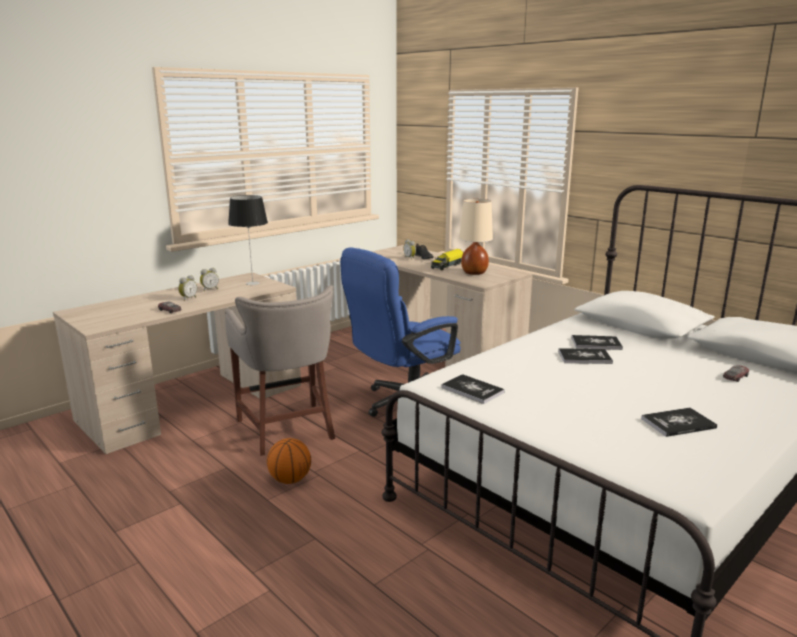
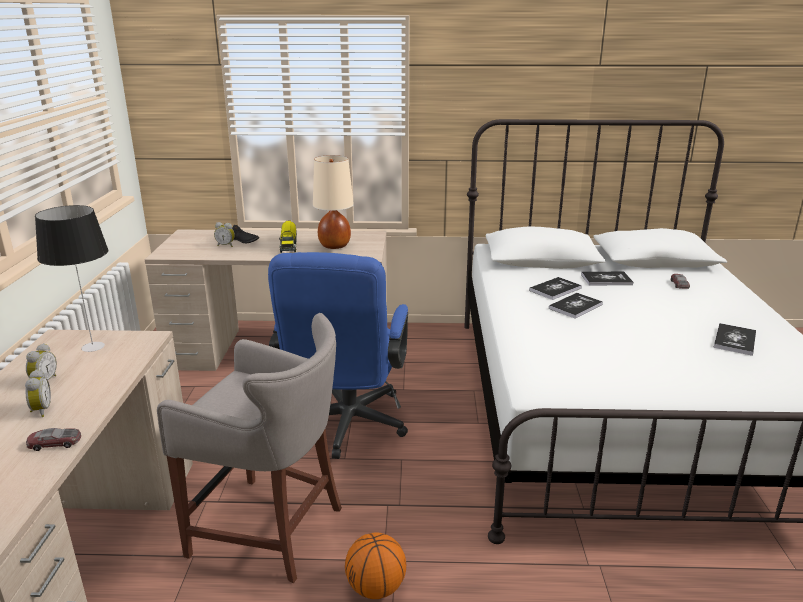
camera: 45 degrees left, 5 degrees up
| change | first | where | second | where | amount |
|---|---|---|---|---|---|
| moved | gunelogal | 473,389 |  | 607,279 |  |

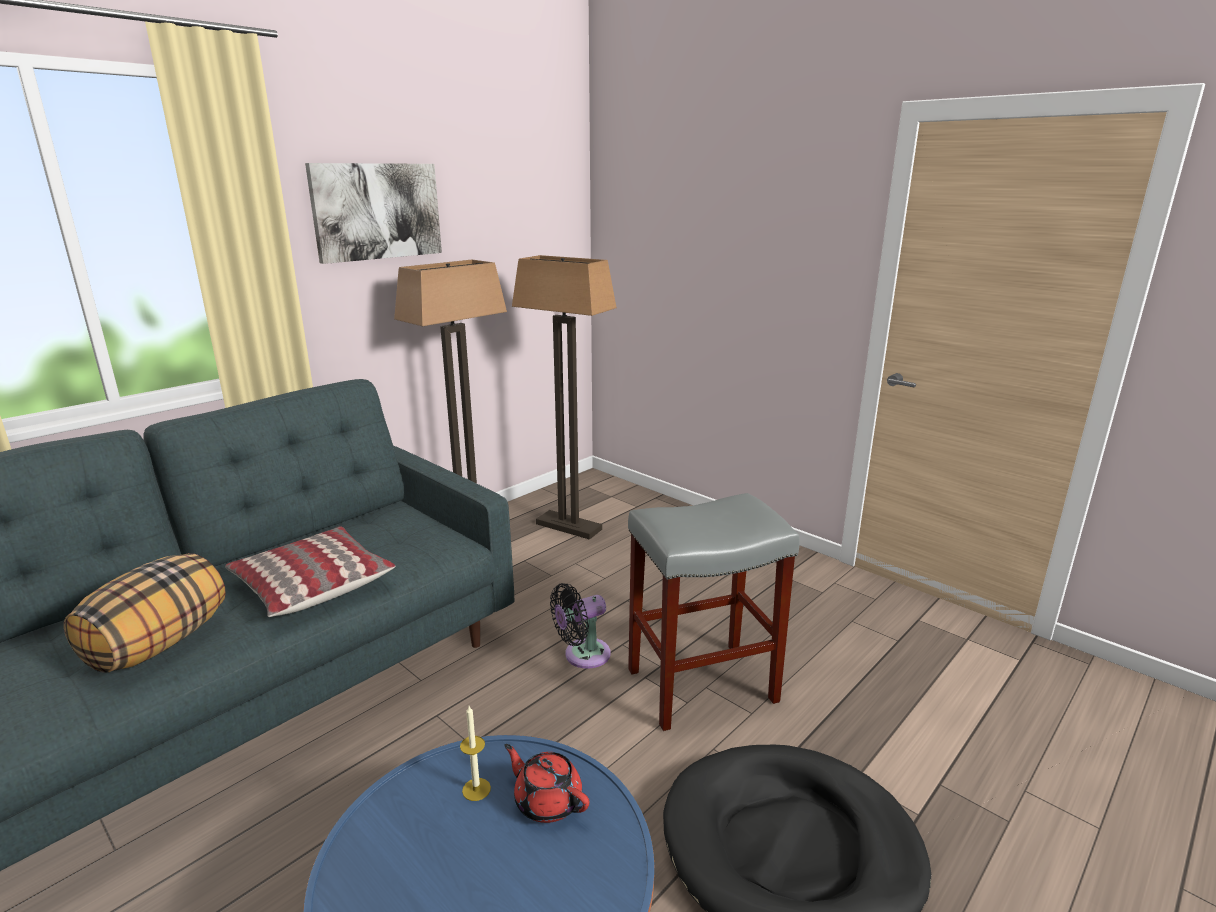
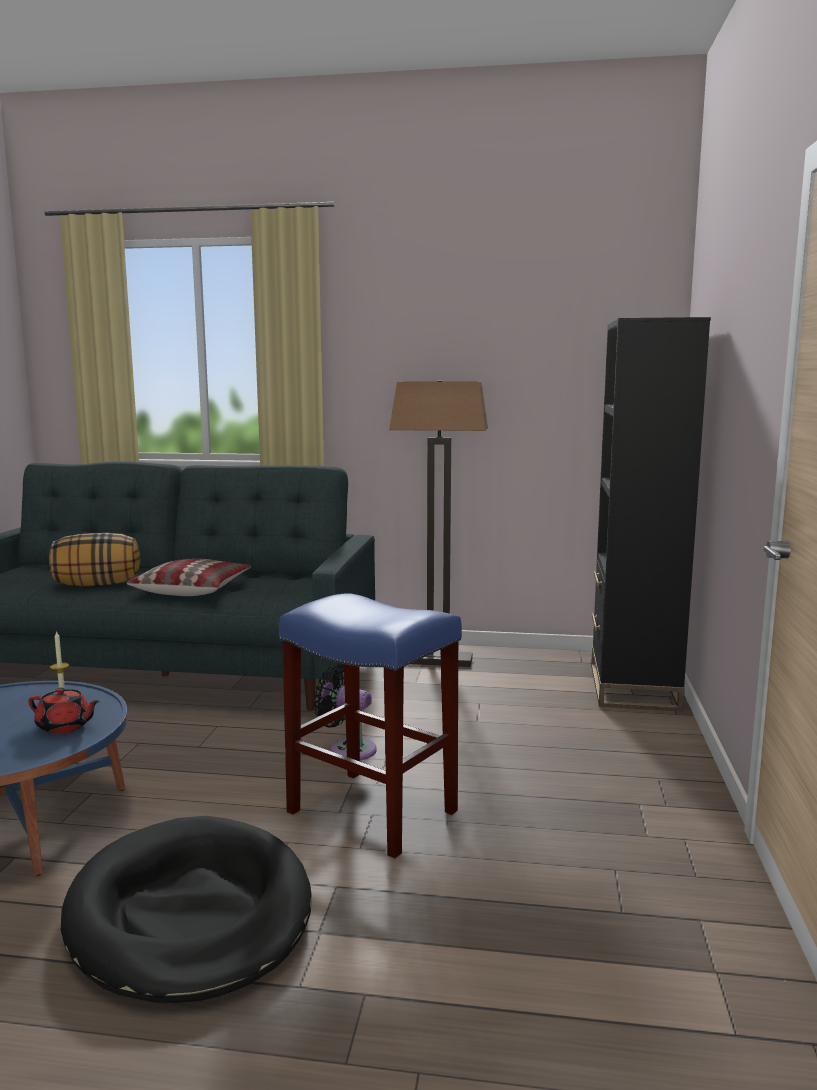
camera: 55 degrees right, 10 degrees down
| change | first | where | second | where | amount |
|---|---|---|---|---|---|
| removed | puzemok | 373,213 |  |  |  |
| removed | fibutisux | 564,397 |  |  |  |
| added |  |  | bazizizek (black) | 651,514 |  |
| recoloured | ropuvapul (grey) | 714,612 | ropuvapul (blue) | 370,725 |  |
| turned | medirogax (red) | 547,783 |  | 64,710 | 105 degrees clockwise |

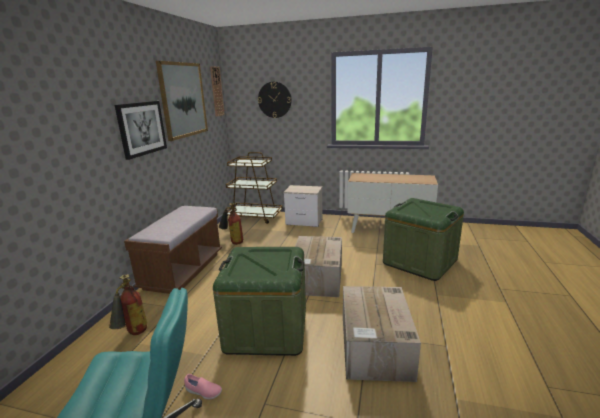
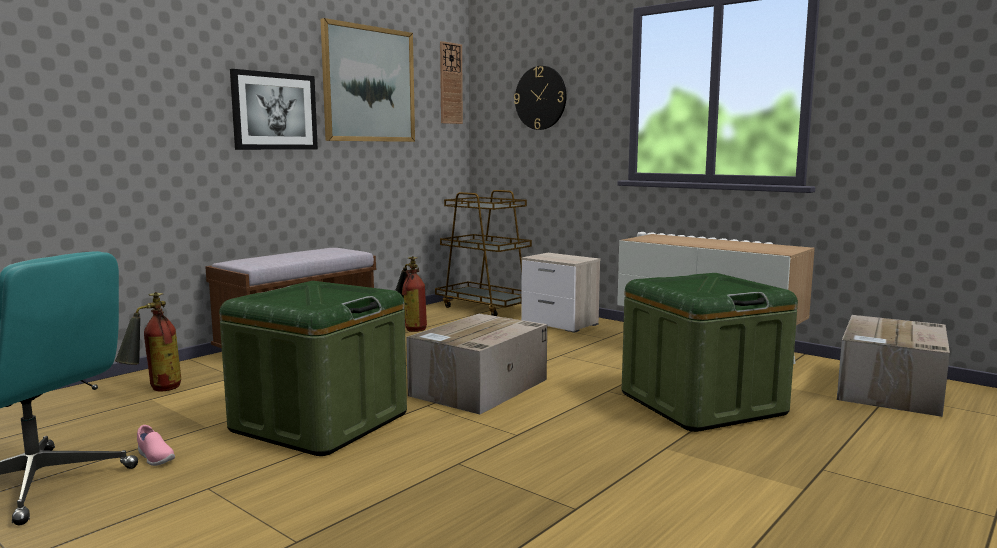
camera: 25 degrees right, 10 degrees down
| change | first | where | second | where | amount |
|---|---|---|---|---|---|
| moved | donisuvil | 382,334 |  | 893,366 |  |

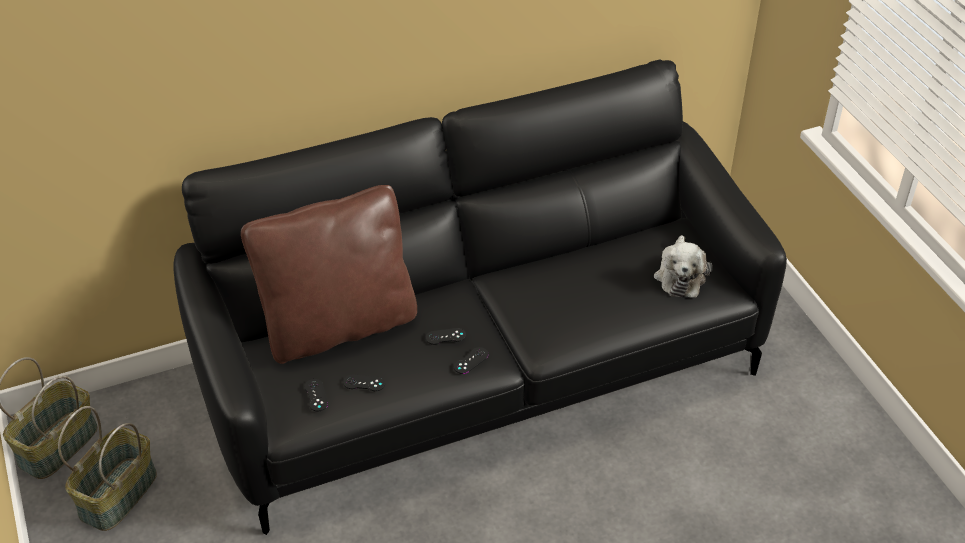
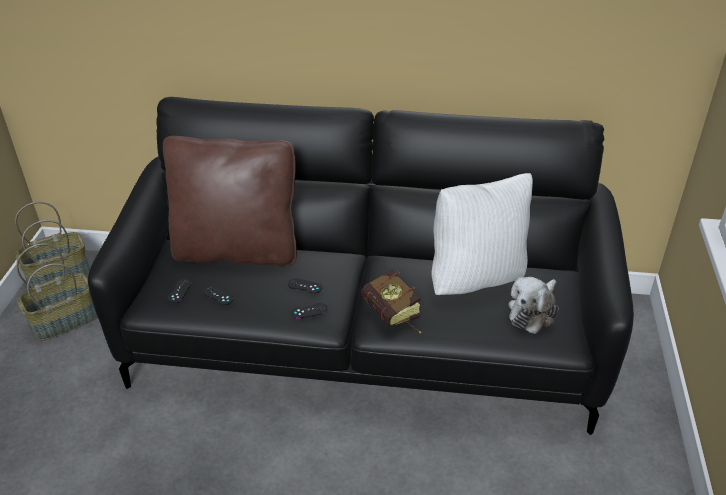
camera: 30 degrees right, 5 degrees down
| change | first | where | second | where | amount |
|---|---|---|---|---|---|
| added |  |  | gunelogal | 391,301 |  |
| added |  |  | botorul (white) | 482,234 |  |

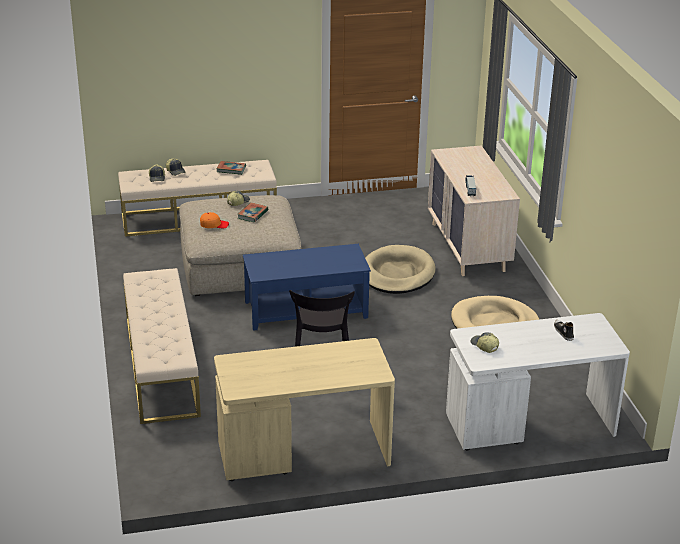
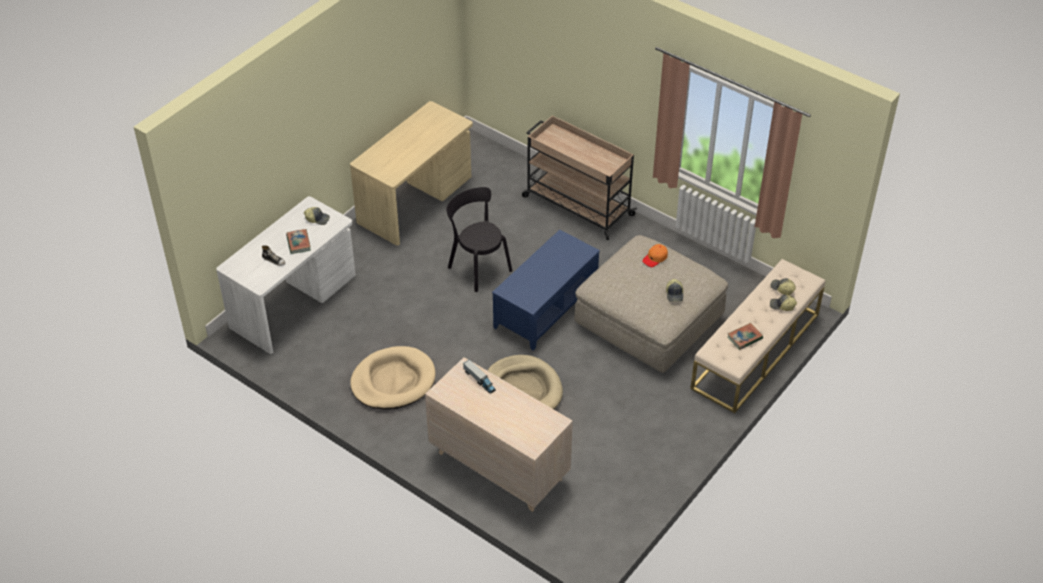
camera: 140 degrees right, 15 degrees up
| change | first | where | second | where | amount |
|---|---|---|---|---|---|
| moved | gunelogal | 253,212 |  | 298,241 |  |
| replaced | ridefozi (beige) | 162,346 | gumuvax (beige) | 579,177 |  |

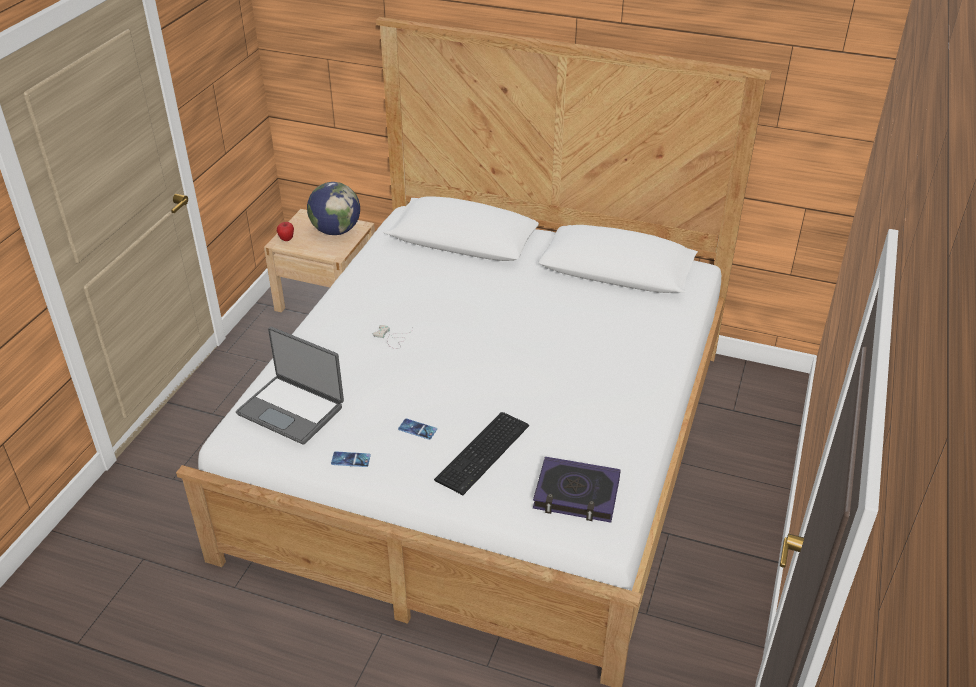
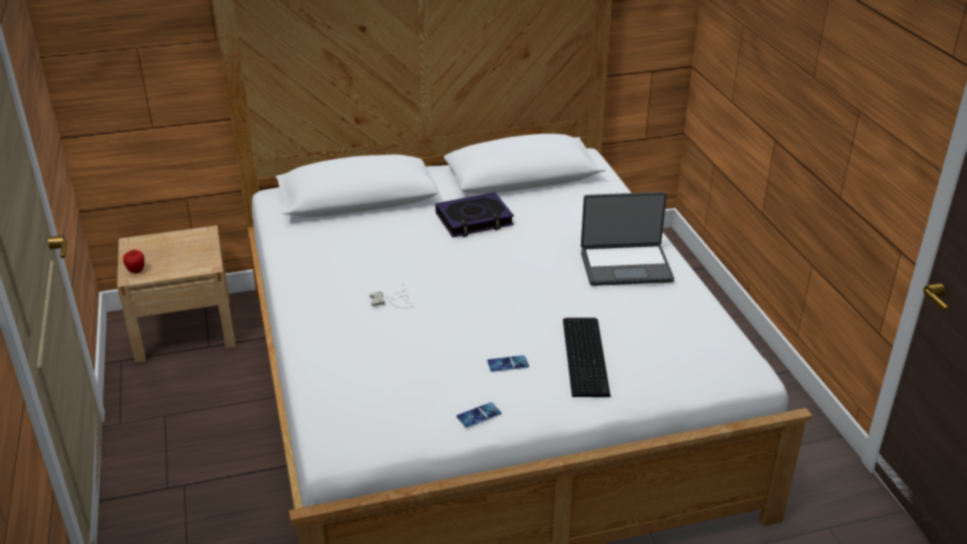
camera: 35 degrees left, 5 degrees down
| change | first | where | second | where | amount |
|---|---|---|---|---|---|
| removed | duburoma | 333,208 |  |  |  |
| moved | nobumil | 290,386 |  | 627,239 |  |
| moved | gunelogal | 577,490 |  | 474,214 |  |

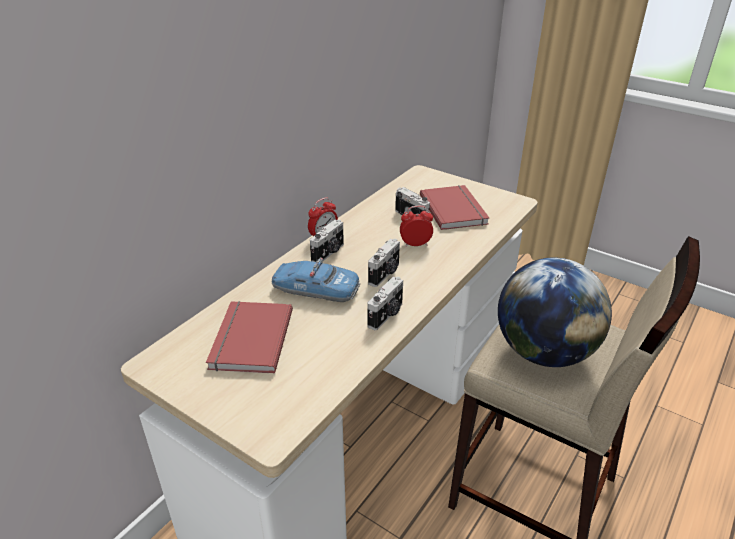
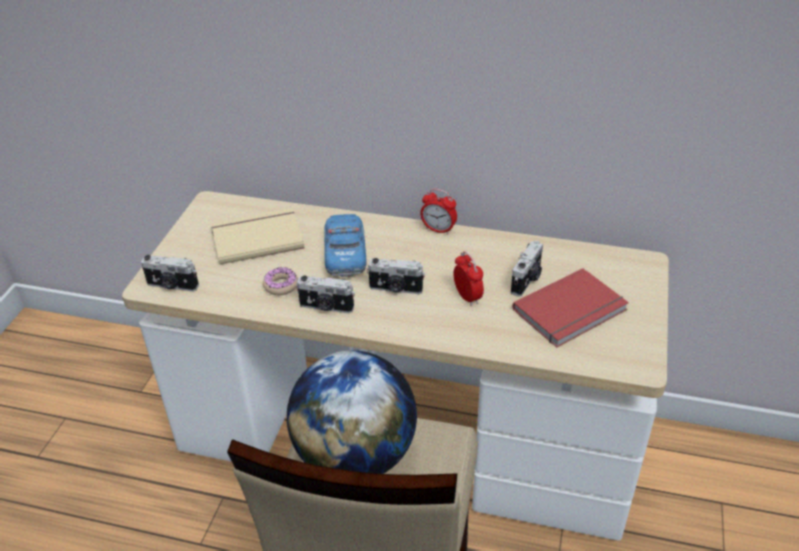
camera: 70 degrees right, 5 degrees up
| change | first | where | second | where | amount |
|---|---|---|---|---|---|
| added |  |  | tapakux | 280,281 |  |
| moved | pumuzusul | 327,241 |  | 170,273 |  |
| recoloured | gunelogal (red) | 249,337 | gunelogal (beige) | 258,236 |  |

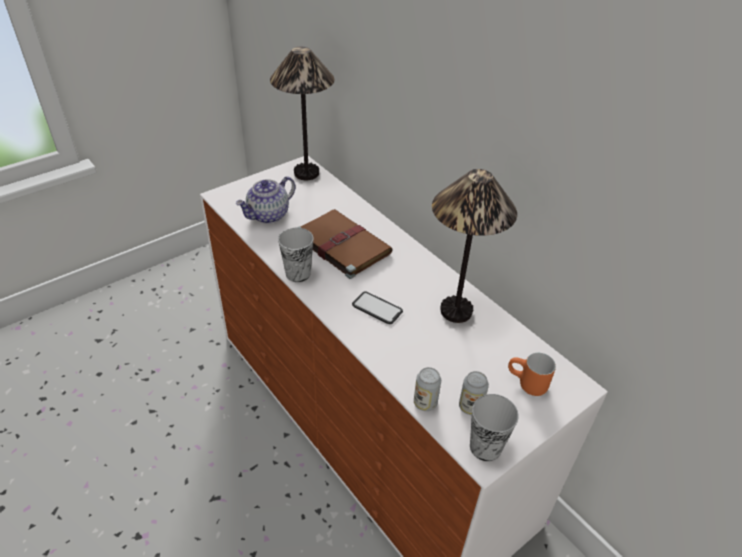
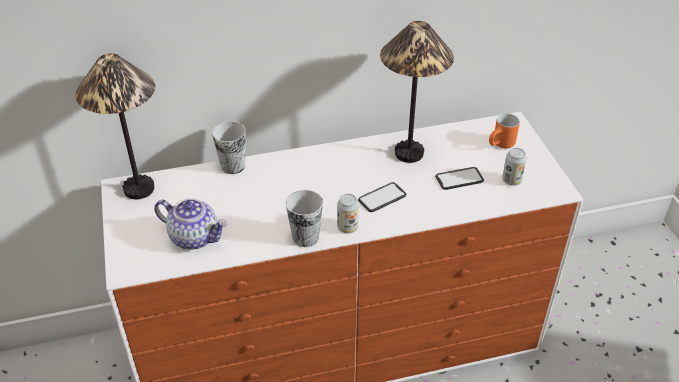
camera: 65 degrees left, 0 degrees up
| change | first | where | second | where | amount |
|---|---|---|---|---|---|
| removed | gunelogal (brown) | 345,244 |  |  |  |
| added |  |  | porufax | 459,178 |  |
| moved | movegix | 427,389 |  | 348,213 |  |
| moved | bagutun | 494,427 |  | 229,147 |  |
| turned | medirogax | 265,199 |  | 190,224 | 45 degrees counterclockwise |

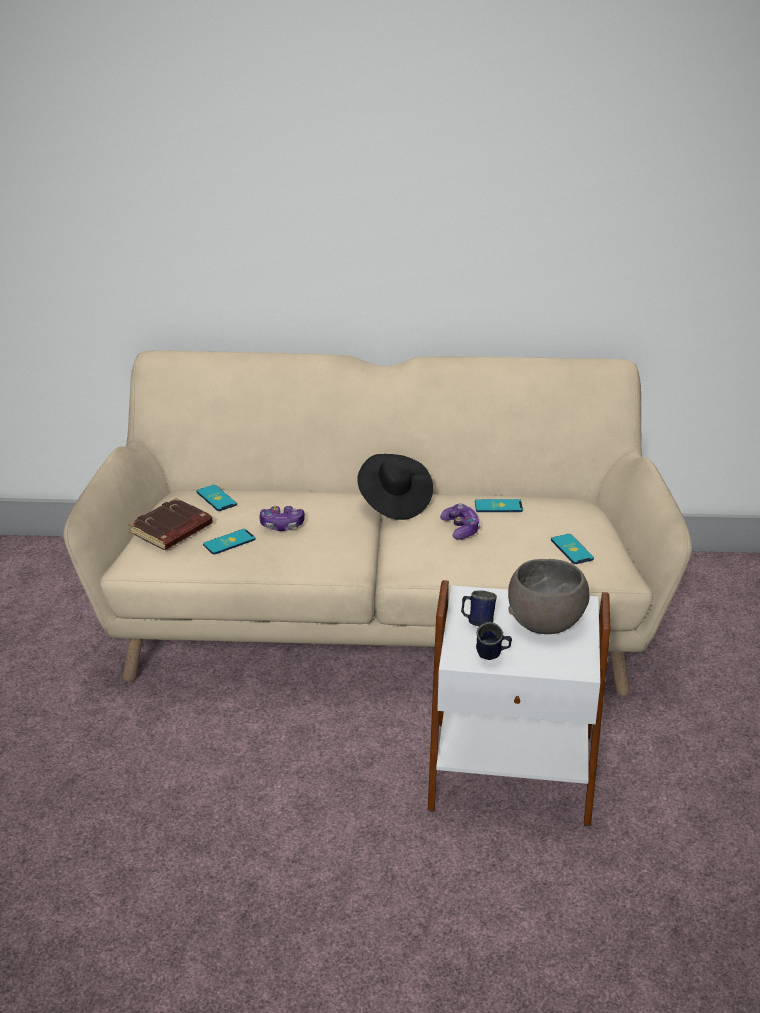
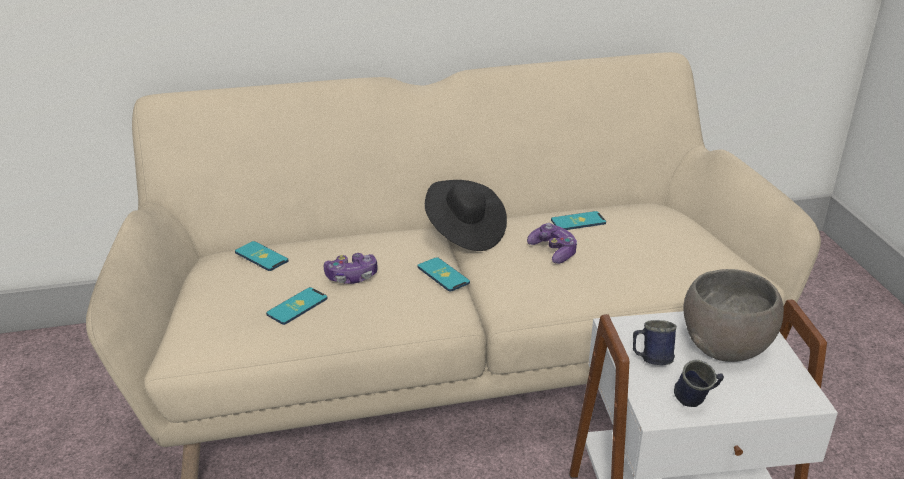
camera: 15 degrees left, 0 degrees up
| change | first | where | second | where | amount |
|---|---|---|---|---|---|
| removed | gunelogal (brown) | 171,524 |  |  |  |
| moved | porufax | 572,549 |  | 443,274 |  |

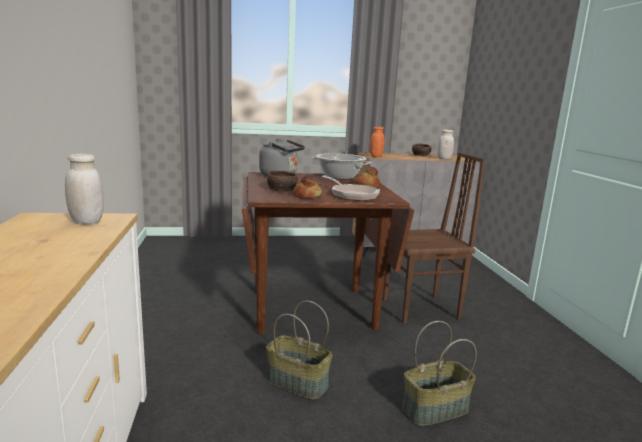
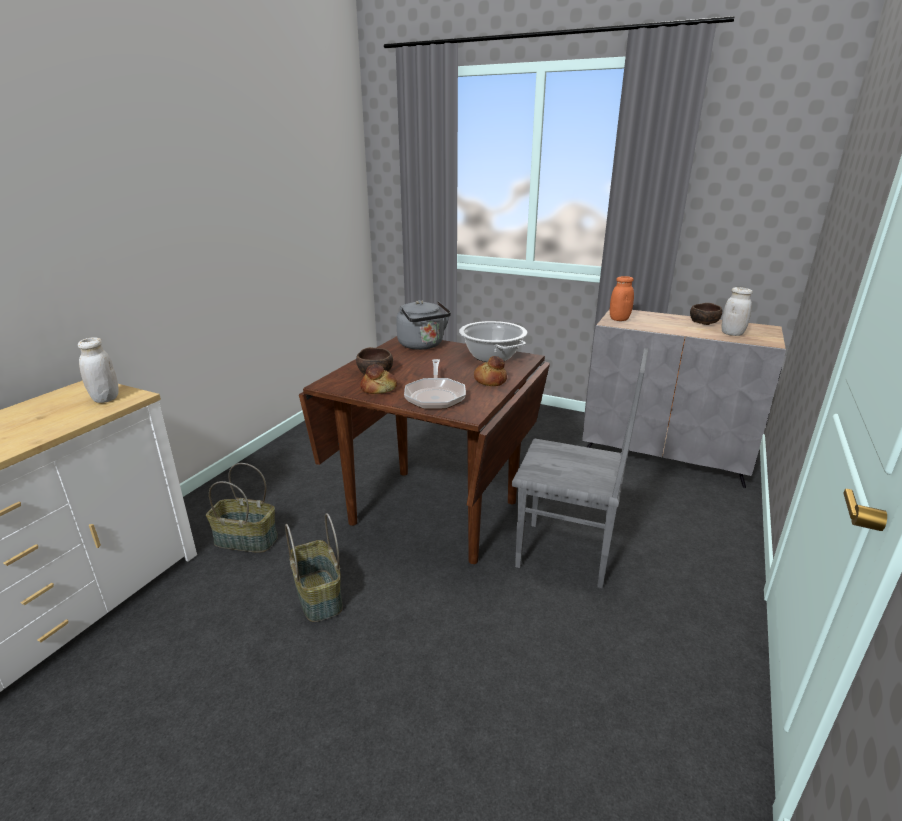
camera: 35 degrees right, 10 degrees up
| change | first | where | second | where | amount |
|---|---|---|---|---|---|
| moved | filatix | 439,373 |  | 242,508 |  |
| recoloured | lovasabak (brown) | 434,238 | lovasabak (grey) | 580,468 |  |

